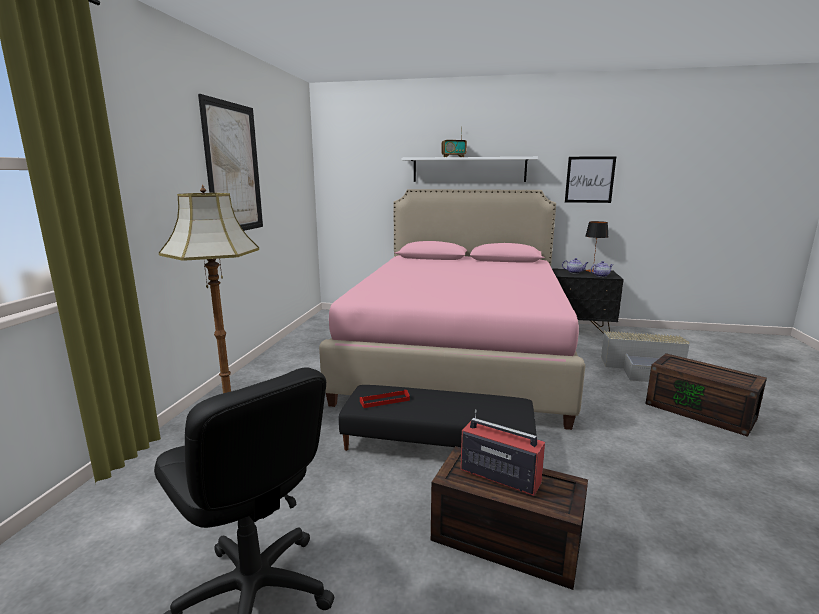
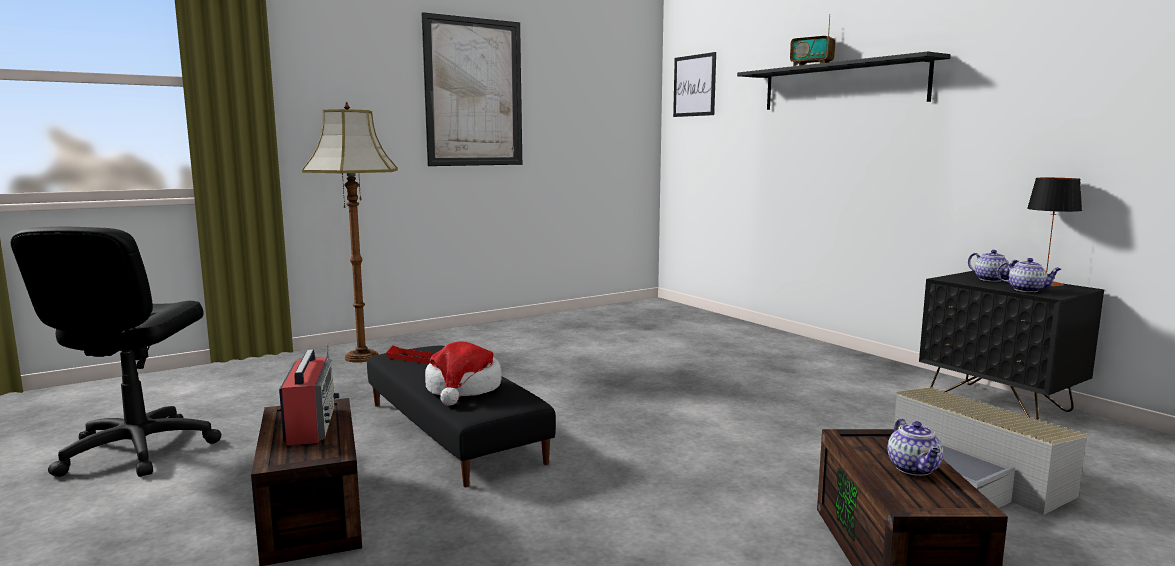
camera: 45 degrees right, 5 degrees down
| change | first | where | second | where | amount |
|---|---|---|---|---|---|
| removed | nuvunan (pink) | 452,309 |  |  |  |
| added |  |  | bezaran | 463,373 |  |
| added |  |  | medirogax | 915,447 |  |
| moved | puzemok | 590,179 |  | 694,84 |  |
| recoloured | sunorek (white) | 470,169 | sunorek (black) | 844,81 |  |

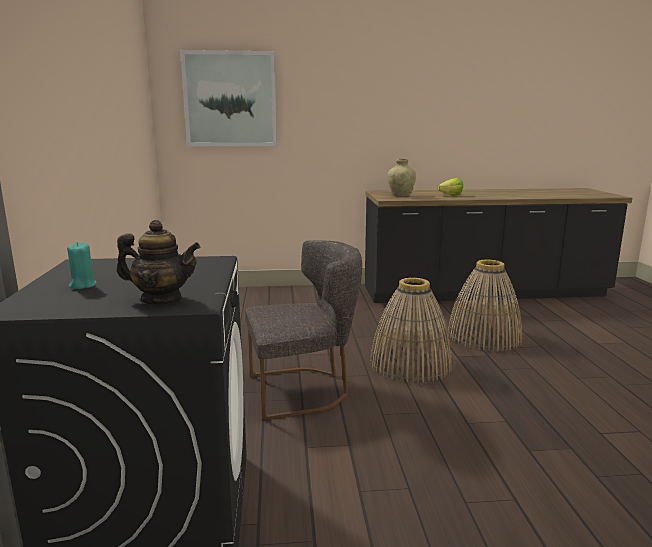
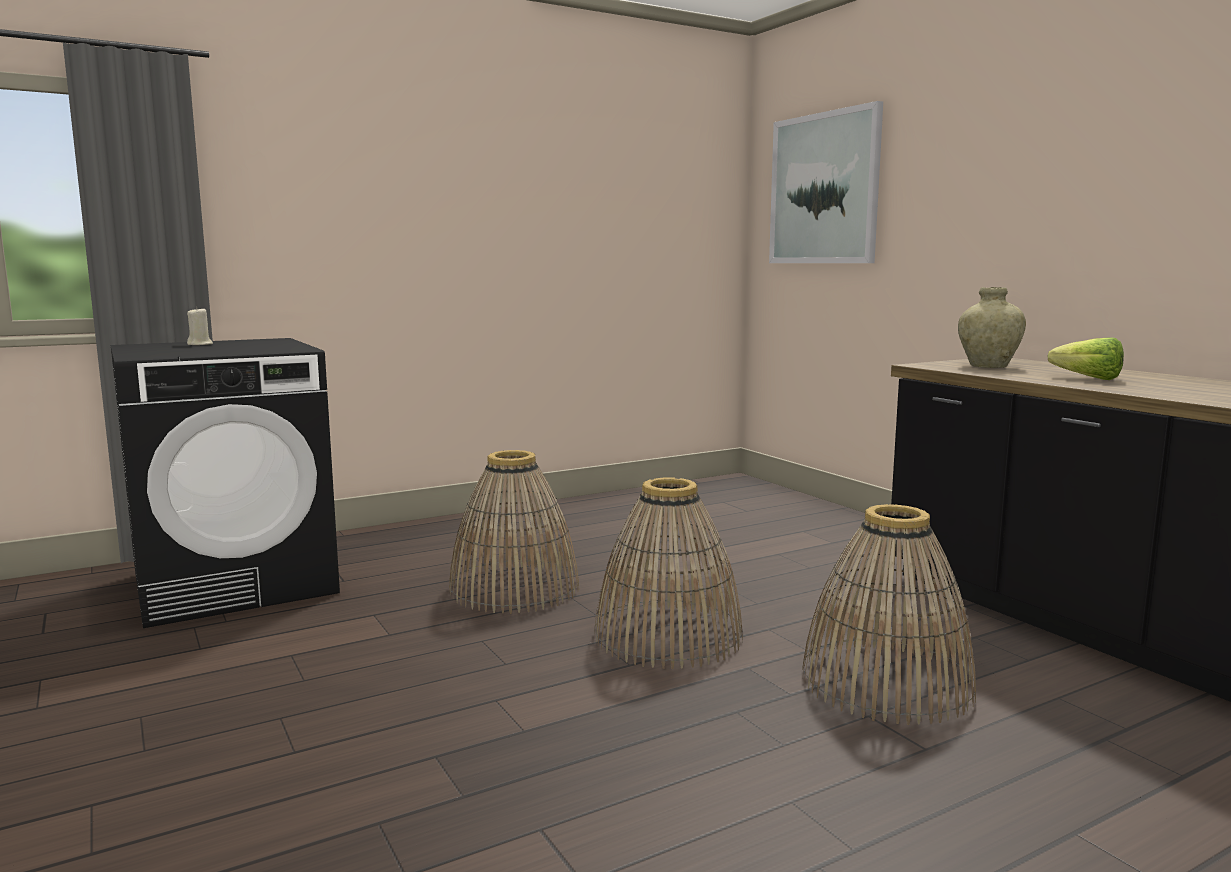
camera: 65 degrees right, 5 degrees down
| change | first | where | second | where | amount |
|---|---|---|---|---|---|
| removed | medirogax | 158,262 |  |  |  |
| replaced | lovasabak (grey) | 303,330 | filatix | 514,532 |  |
| recoloured | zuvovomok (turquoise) | 82,265 | zuvovomok (beige) | 200,326 |  |

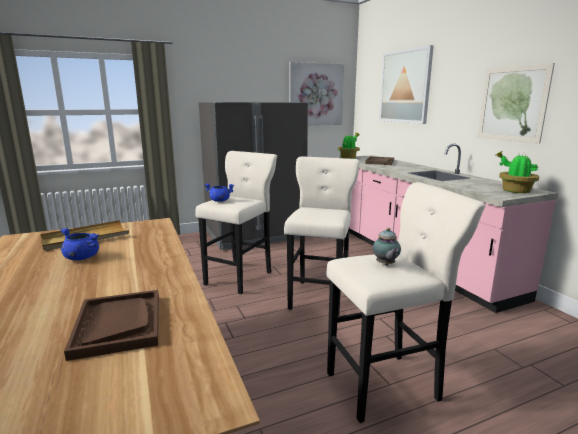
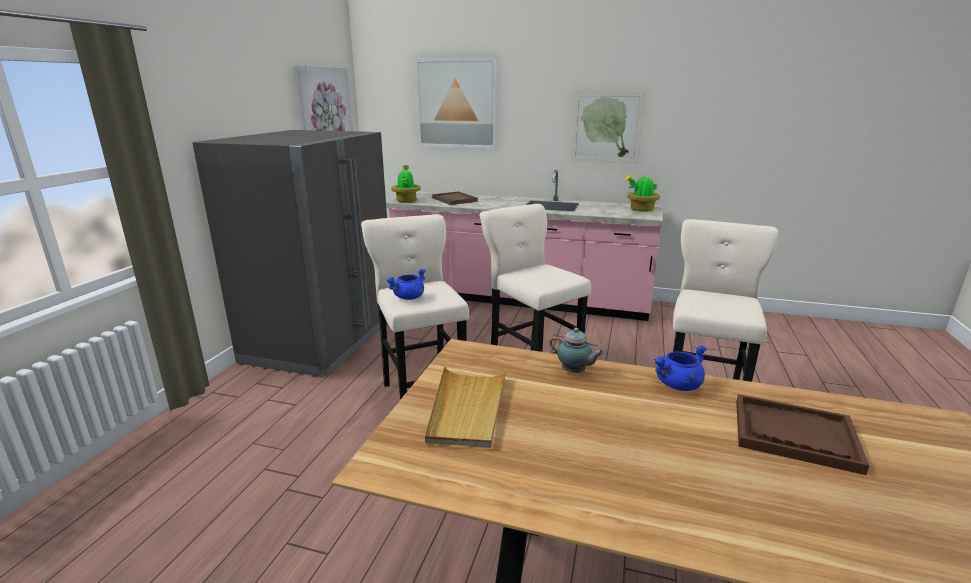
camera: 50 degrees left, 5 degrees up
| change | first | where | second | where | amount |
|---|---|---|---|---|---|
| moved | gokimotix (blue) | 79,244 |  | 680,368 |  |
| moved | medirogax | 387,247 |  | 576,350 |  |

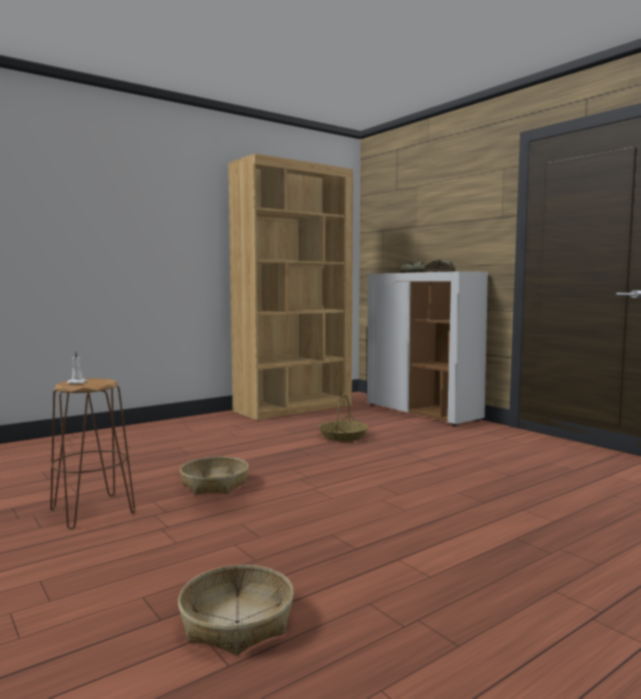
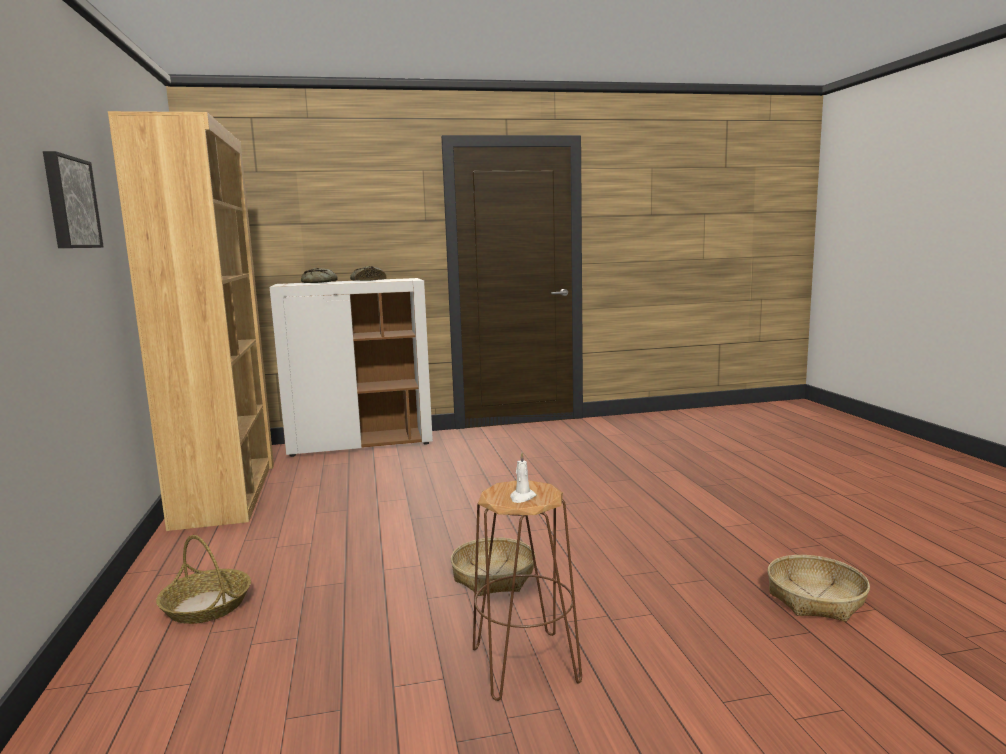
camera: 65 degrees left, 5 degrees up
| change | first | where | second | where | amount |
|---|---|---|---|---|---|
| added |  |  | puzemok | 73,199 |  |
| moved | filatix | 343,417 |  | 203,579 |  |

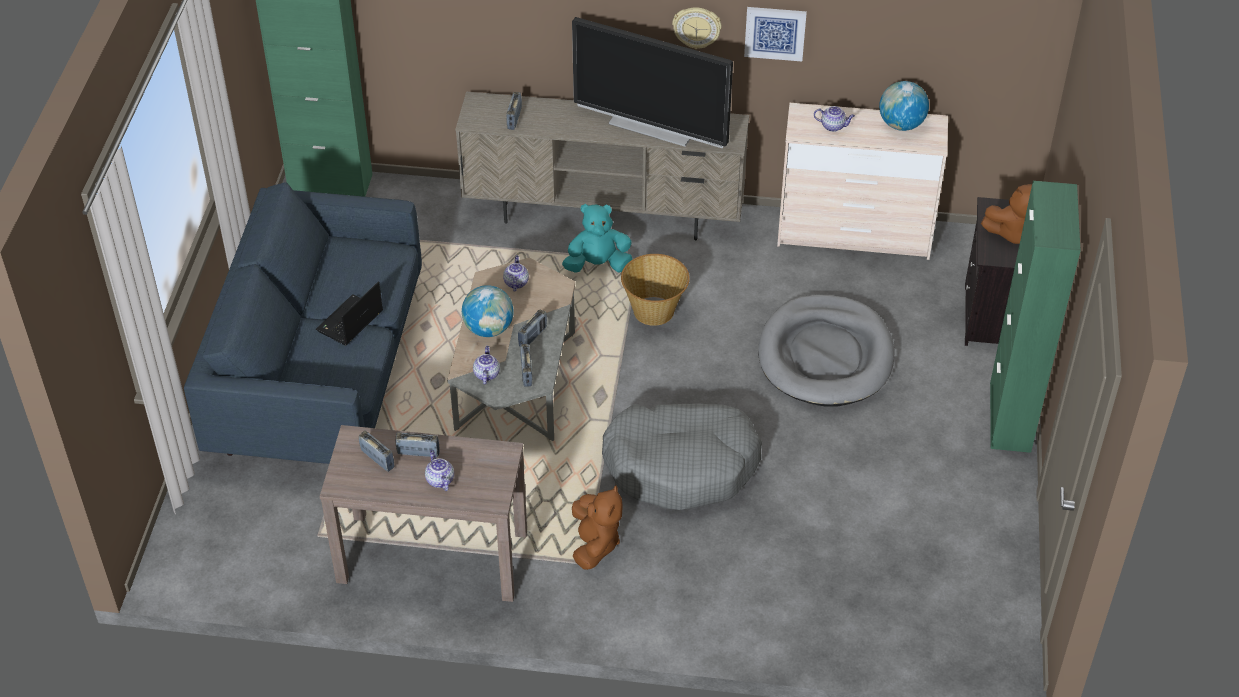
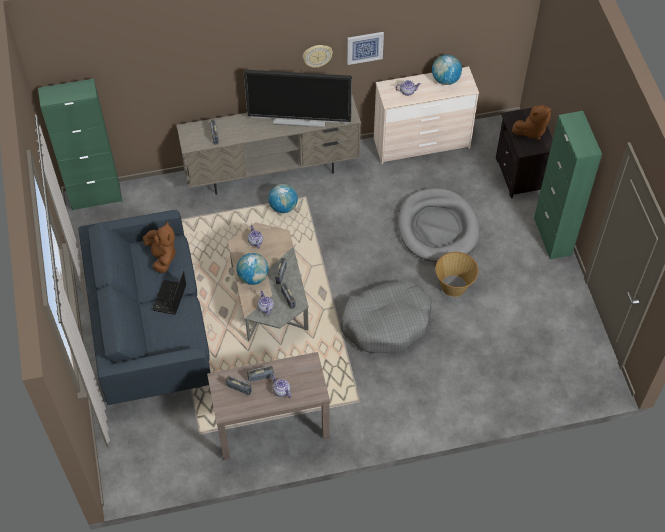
camera: 20 degrees left, 10 degrees up
| change | first | where | second | where | amount |
|---|---|---|---|---|---|
| moved | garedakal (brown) | 597,527 |  | 159,247 |  |
| moved | filatix | 655,290 |  | 457,274 |  |
| replaced | garedakal (turquoise) | 597,238 | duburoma | 283,198 |  |

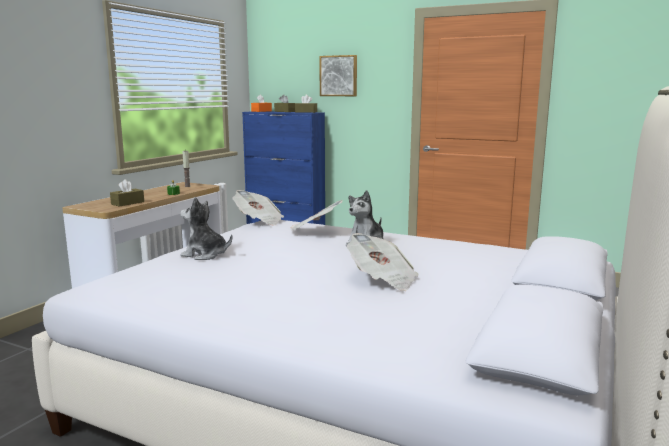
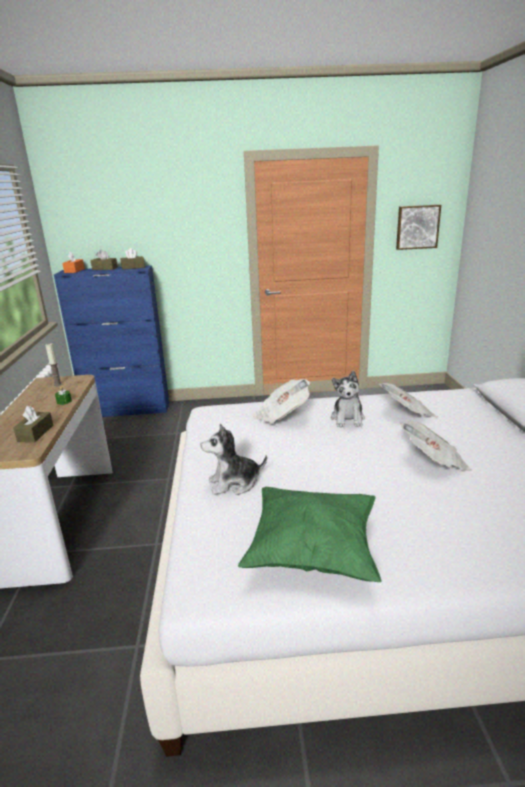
camera: 30 degrees left, 10 degrees up
| change | first | where | second | where | amount |
|---|---|---|---|---|---|
| added |  |  | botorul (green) | 309,534 |  |
| moved | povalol | 258,208 |  | 408,400 |  |
| moved | puzemok | 338,75 |  | 418,227 |  |

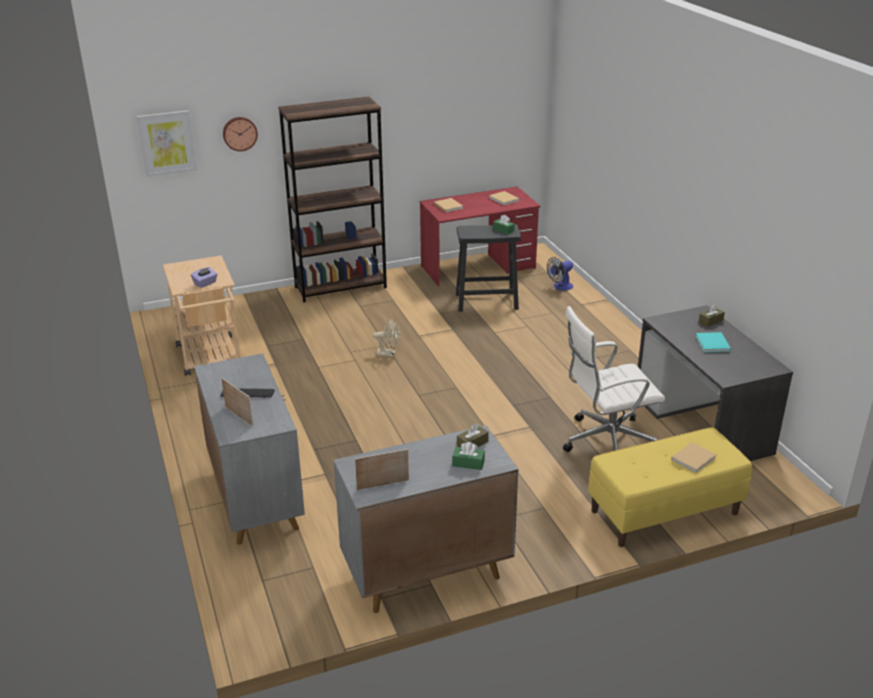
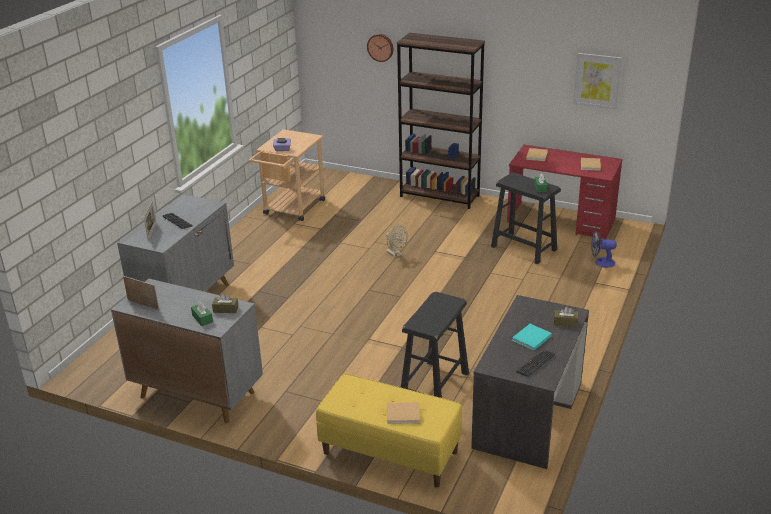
camera: 45 degrees right, 0 degrees up
| change | first | where | second | where | amount |
|---|---|---|---|---|---|
| added |  |  | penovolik | 535,363 |  |
| moved | puzemok | 167,143 |  | 597,81 |  |
| replaced | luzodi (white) | 614,379 | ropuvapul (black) | 435,345 |  |

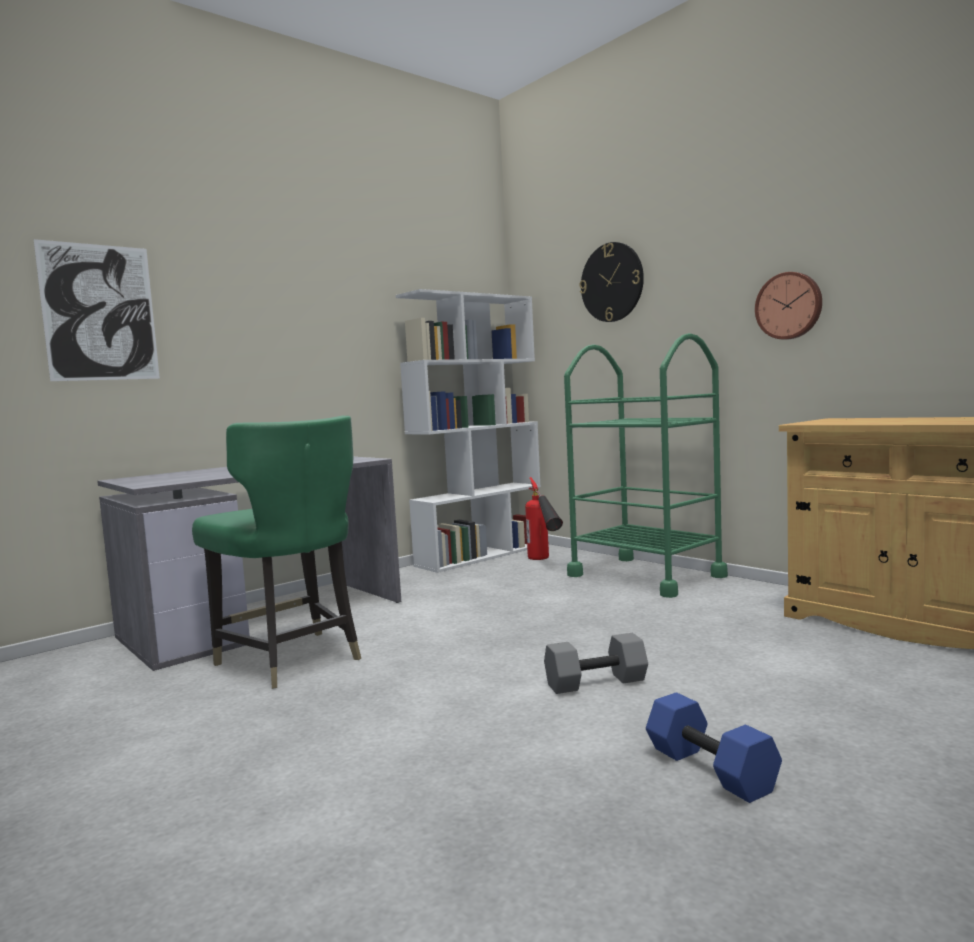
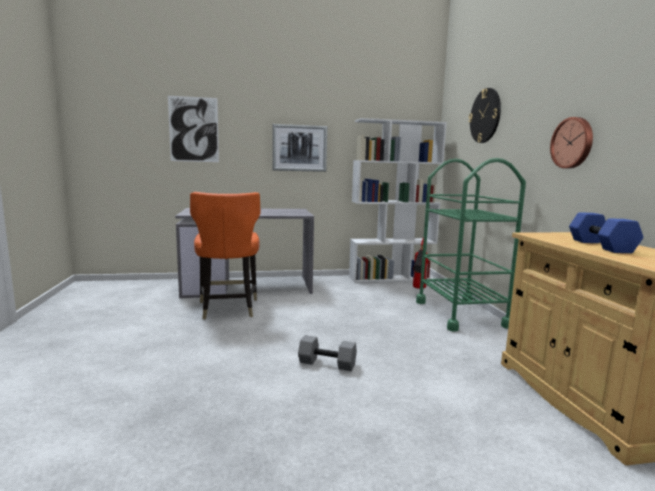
camera: 30 degrees right, 5 degrees up
| change | first | where | second | where | amount |
|---|---|---|---|---|---|
| added |  |  | puzemok | 299,148 |  |
| moved | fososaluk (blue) | 714,747 |  | 606,232 |  |
| recoloured | lovasabak (green) | 276,552 | lovasabak (orange) | 225,256 |  |

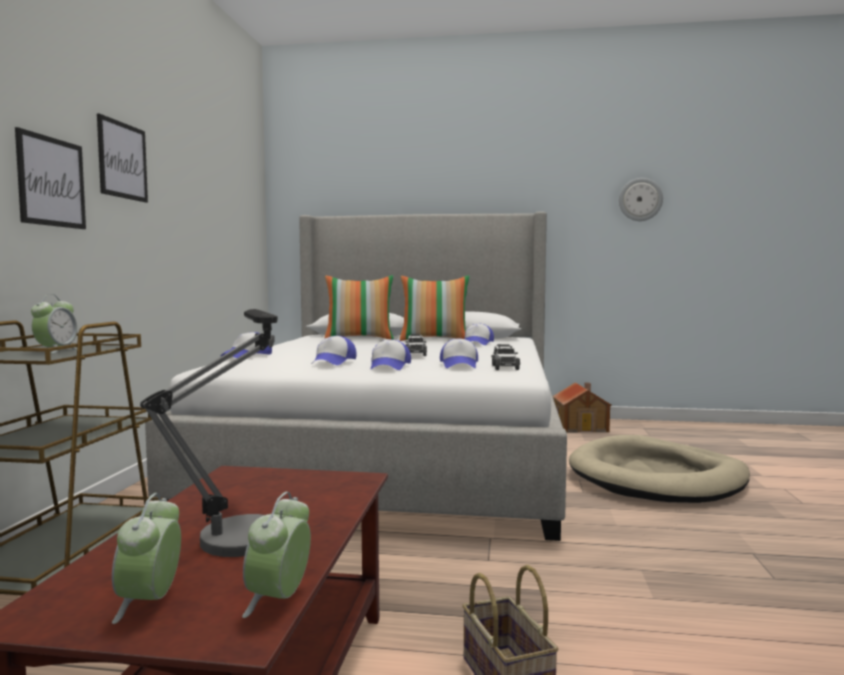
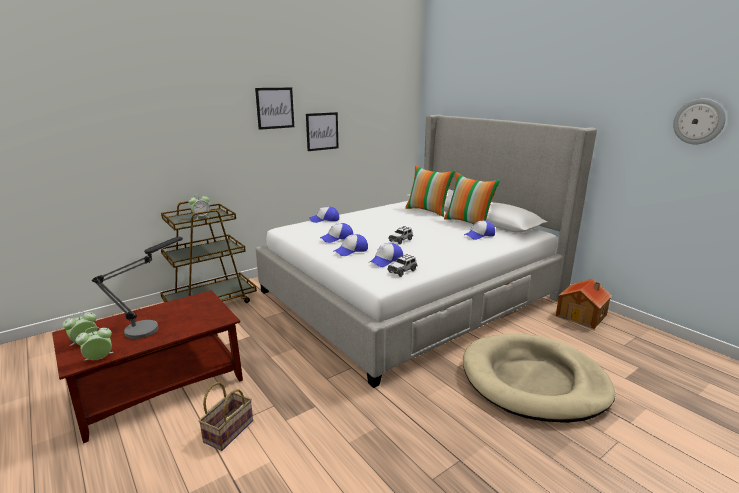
camera: 45 degrees right, 15 degrees up
| change | first | where | second | where | amount |
|---|---|---|---|---|---|
| moved | puzemok | 50,178 |  | 322,131 |  |

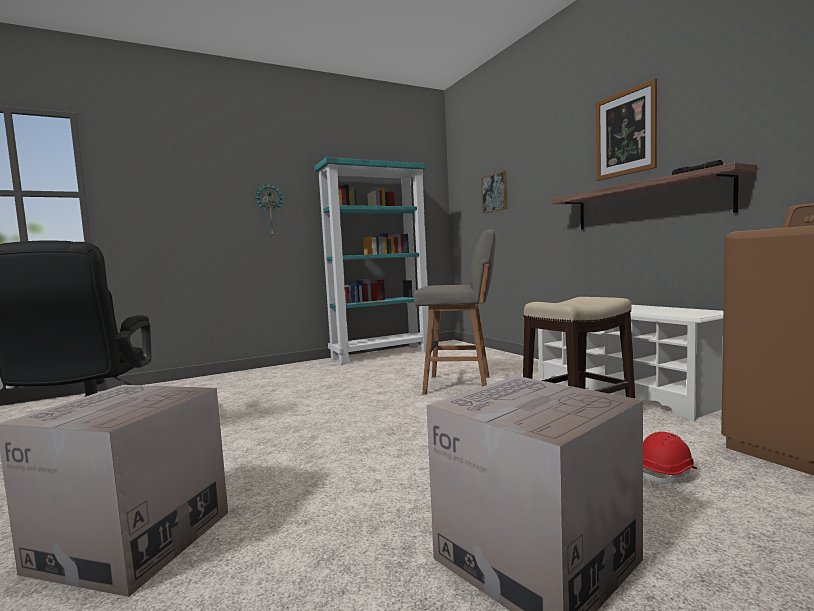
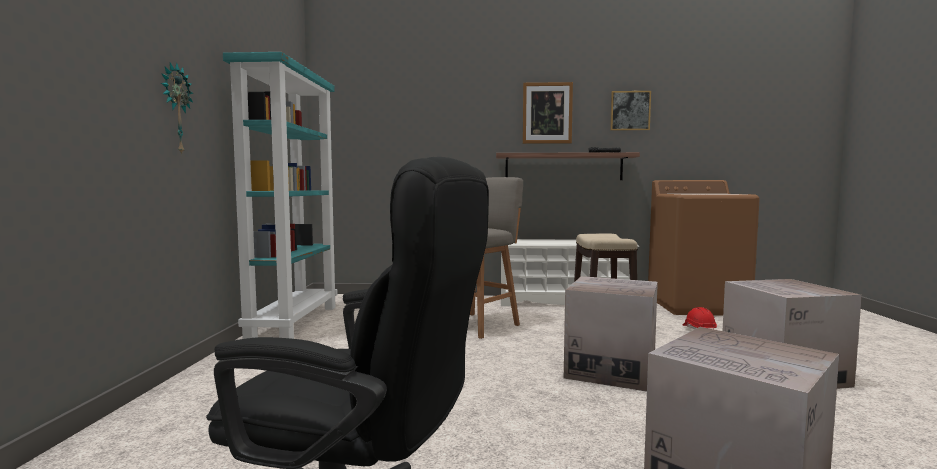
camera: 60 degrees left, 0 degrees up
| change | first | where | second | where | amount |
|---|---|---|---|---|---|
| added |  |  | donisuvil | 611,334 |  |
| moved | puzemok | 494,192 |  | 630,111 |  |

